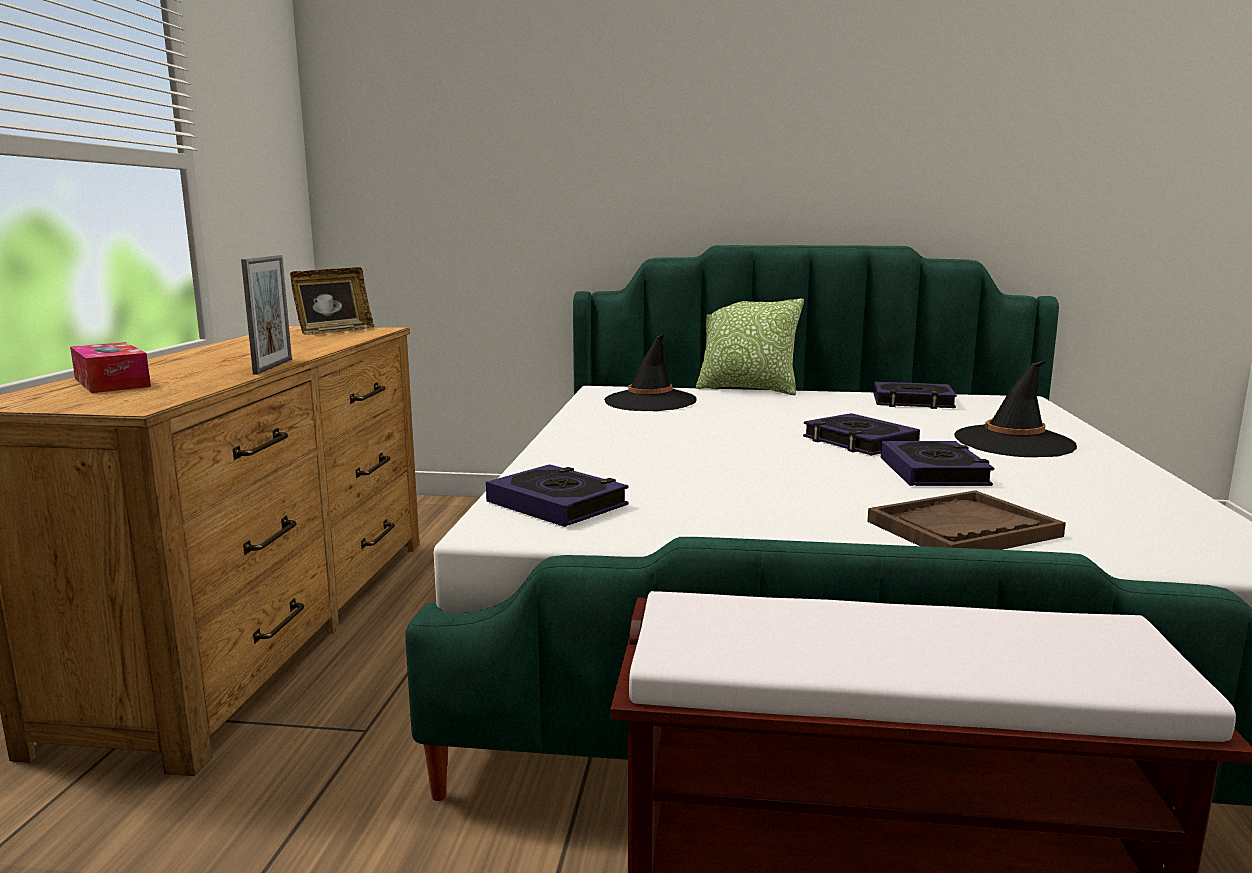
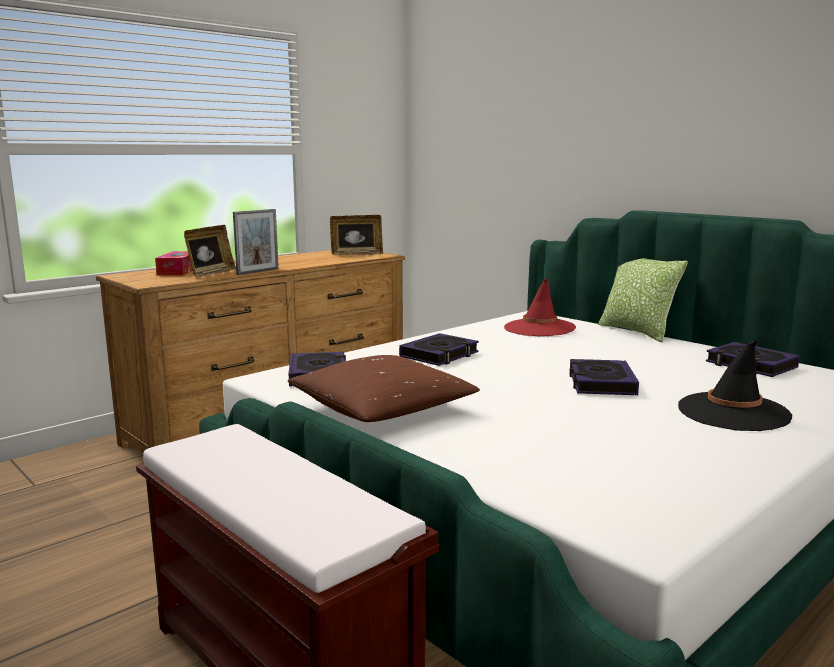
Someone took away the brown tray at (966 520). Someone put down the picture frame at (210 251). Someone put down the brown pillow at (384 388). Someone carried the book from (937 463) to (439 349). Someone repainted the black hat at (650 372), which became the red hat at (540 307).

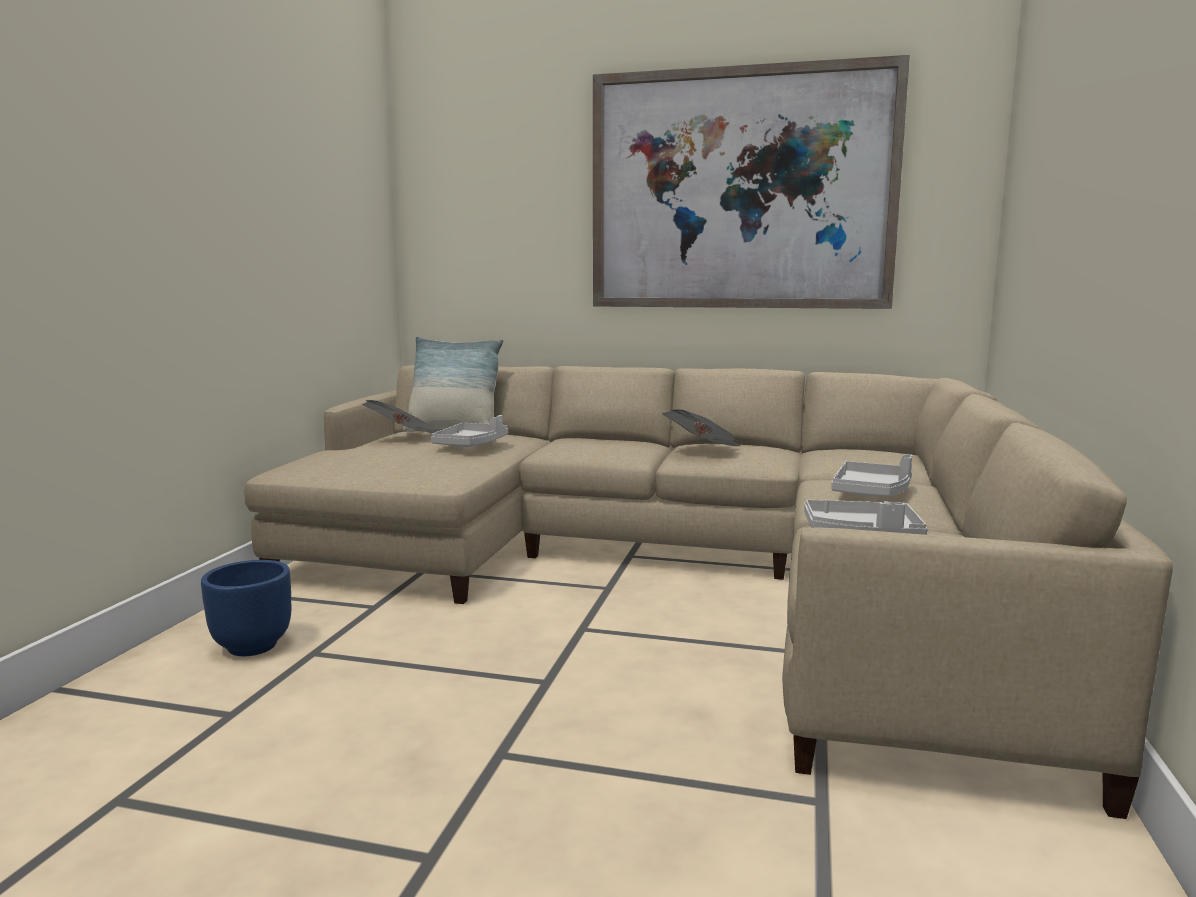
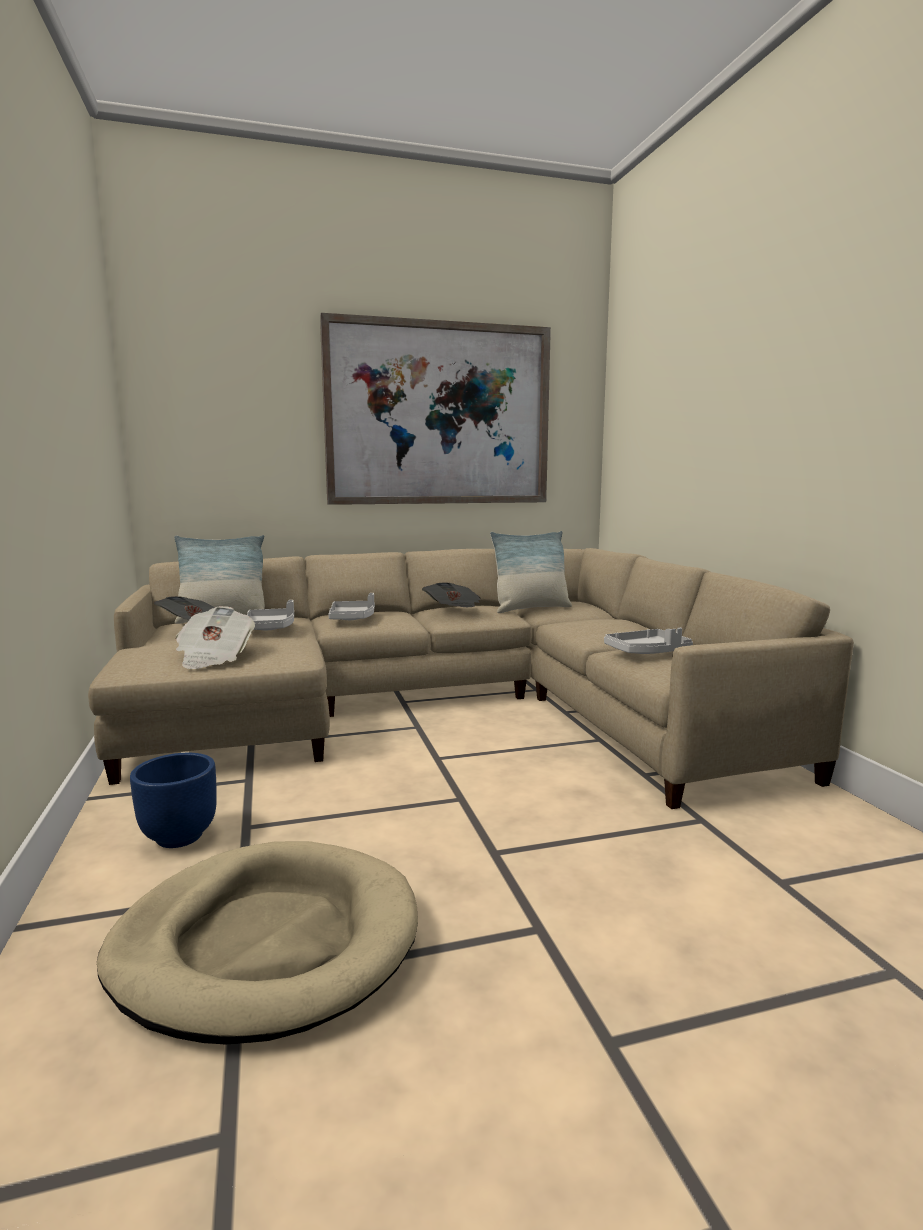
Someone put down the beige dog bed at (257 942). Someone put down the newspaper at (215 637). Someone put down the pillow at (531 572). Someone carried the grey tray from (871 475) to (351 606).

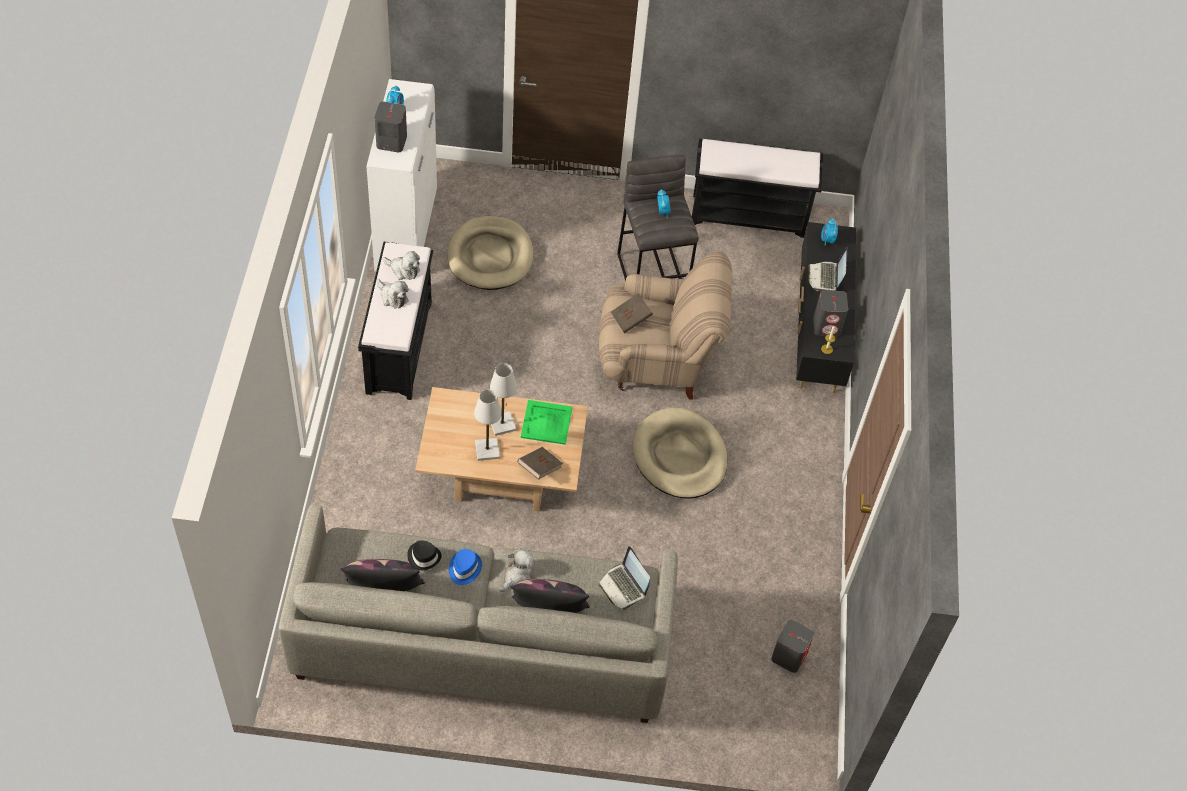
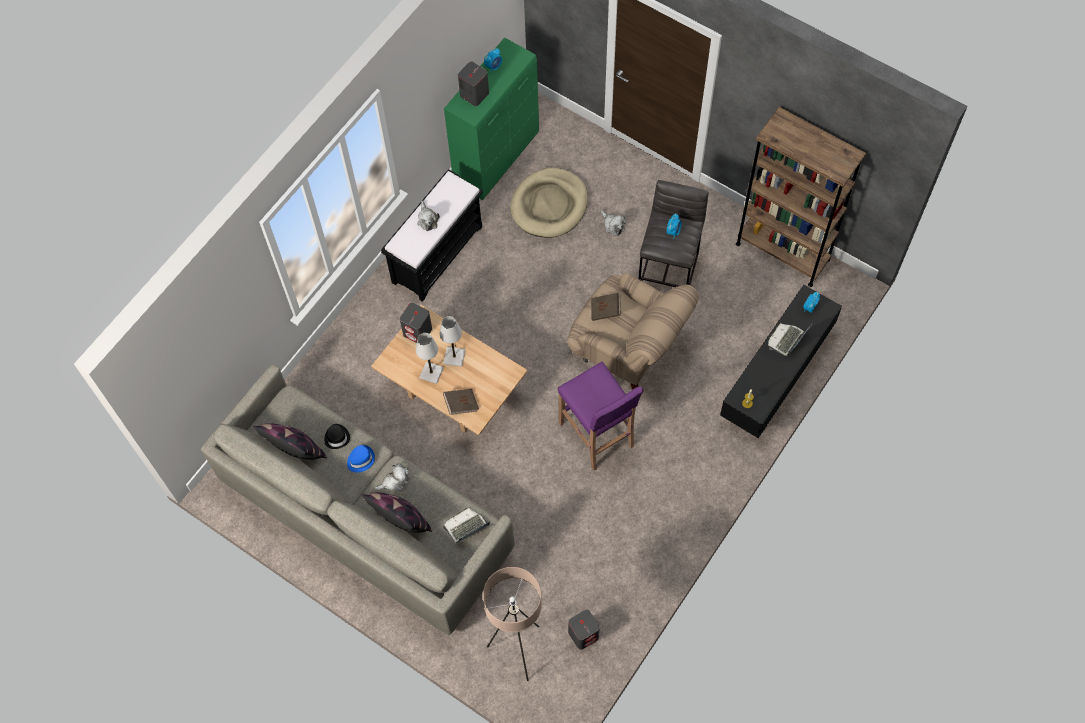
Someone took away the green tray at (546 422). Someone put down the beige floor lamp at (512 624). Someone carried the plush toy from (401 265) to (613 223). Someone carried the grey speaker from (830 313) to (416 323). Someone swapped the beige dog bed at (679 453) for the purple stool at (601 416). Someone swapped the black bench at (757 188) for the brown bookcase at (801 197). Someone repainted the white cabinet at (401 175), which became the green cabinet at (491 118). Someone rotated the laptop at (624 578) by 60 degrees clockwise.

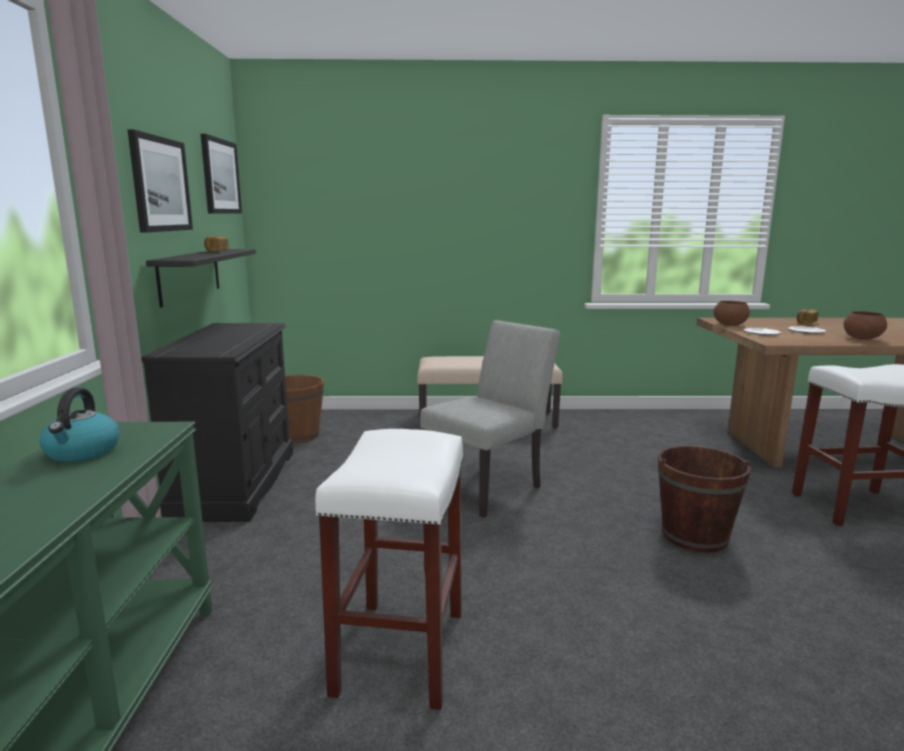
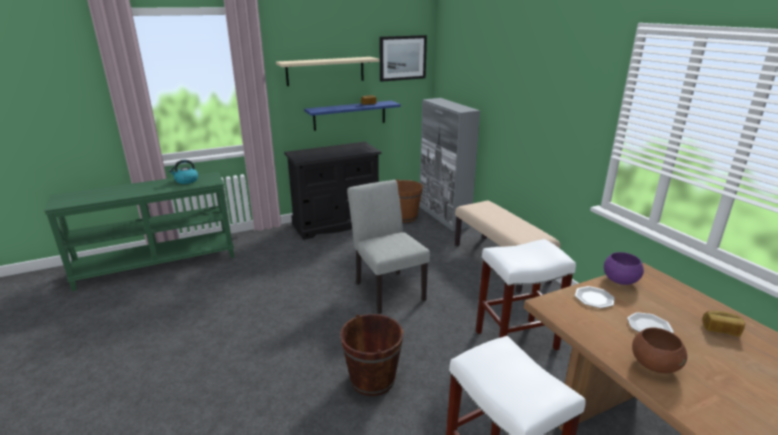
Someone put down the grey cabinet at (449 164). Someone carried the white stool from (389 569) to (526 294). Someone swapped the picture at (160 181) for the beige shelf at (328 71). Someone repainted the black shelf at (201 278), which became the blue shelf at (352 116). Someone repainted the brown bowl at (731 313), which became the purple bowl at (624 268). Someone rotated the grey chair at (490 419) by 135 degrees counterclockwise.

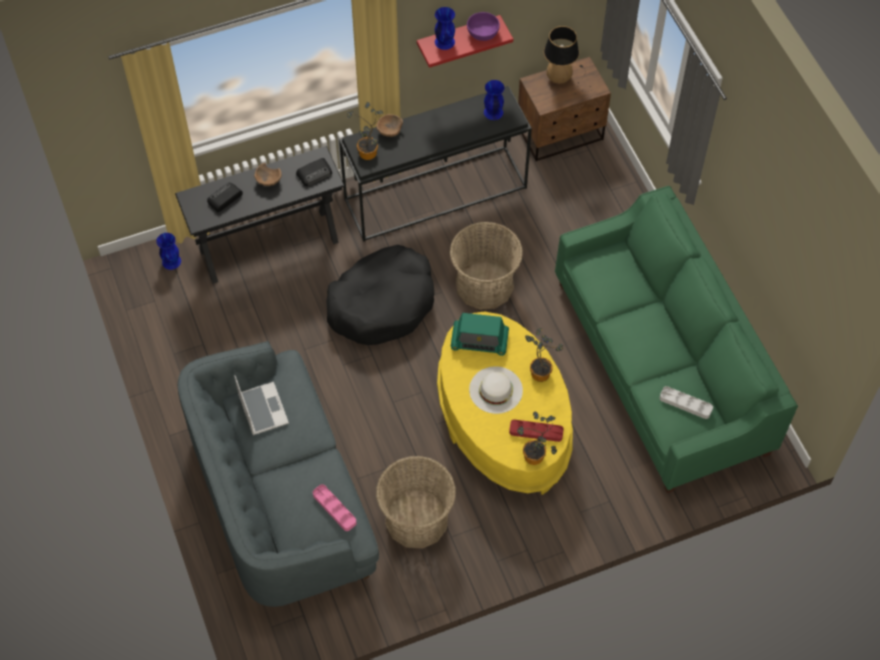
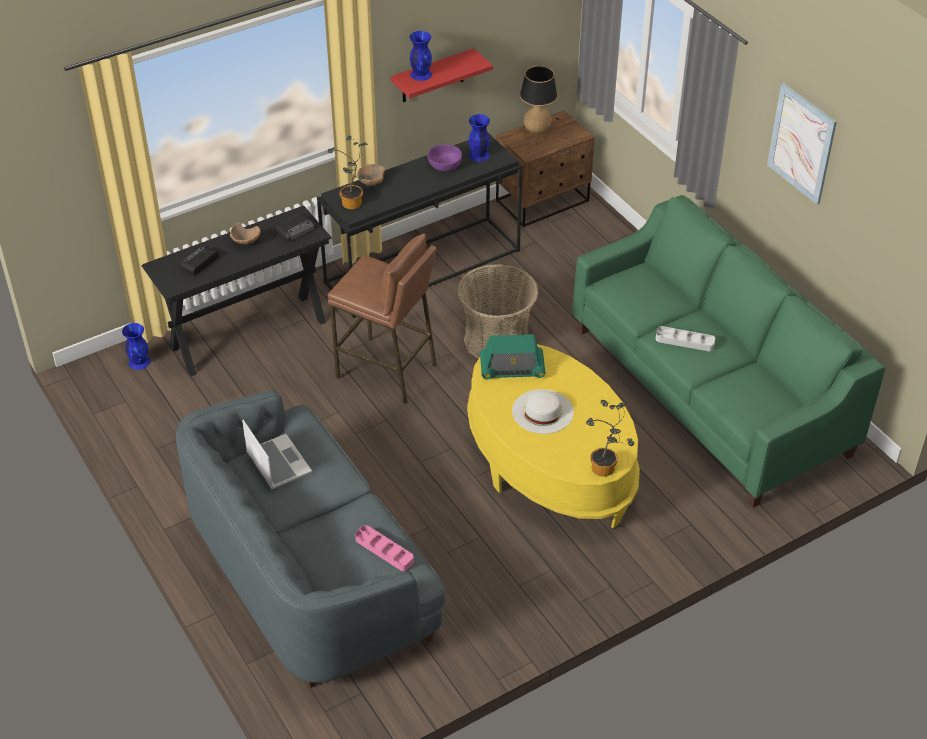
Someone took away the basket at (416 502). Someone took away the red tray at (536 430). Someone took away the potted plant at (544 355). Someone put up the picture at (802 144). Someone carried the purple bowl from (483 26) to (444 157). Someone carried the grey tray from (686 402) to (685 338). Someone swapped the black dog bed at (380 295) for the brown stool at (382 319).

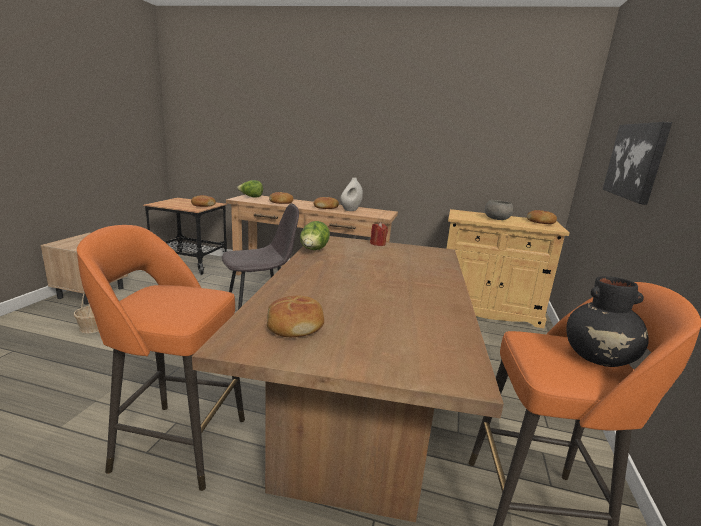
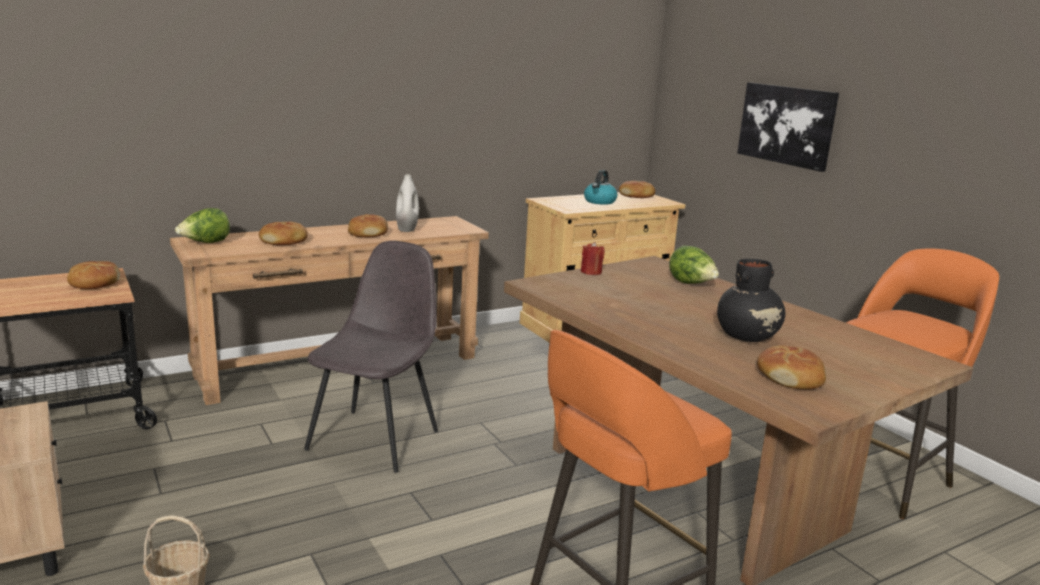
Someone carried the lettuce from (315 235) to (694 264). Someone carried the black vase from (608 321) to (751 300). Someone swapped the grey bowl at (499 210) for the kettle at (600 187).

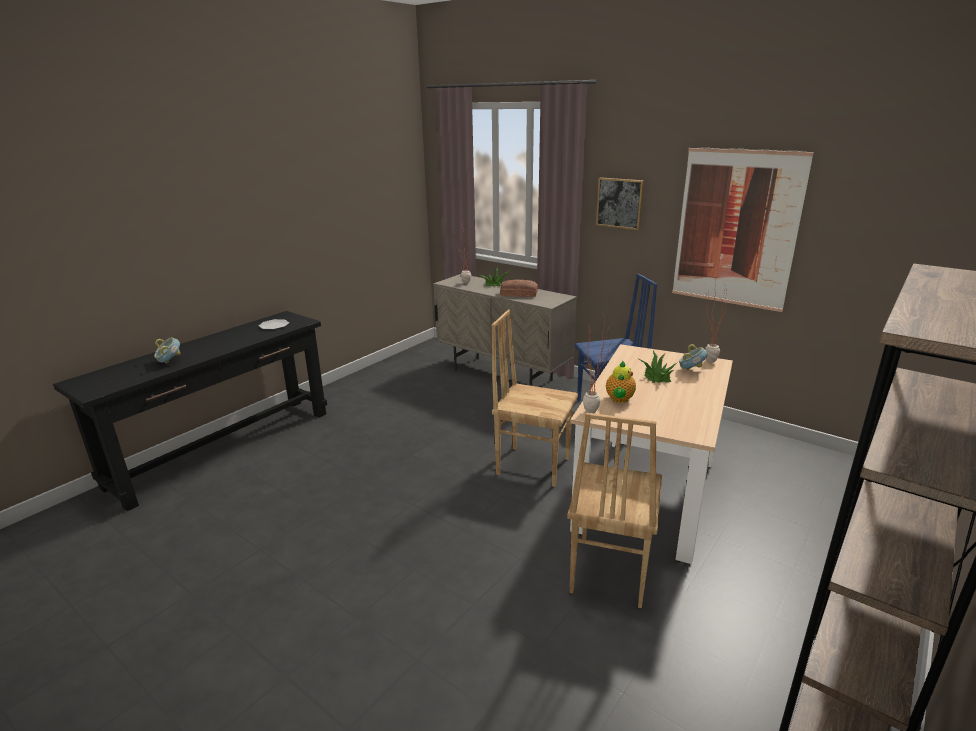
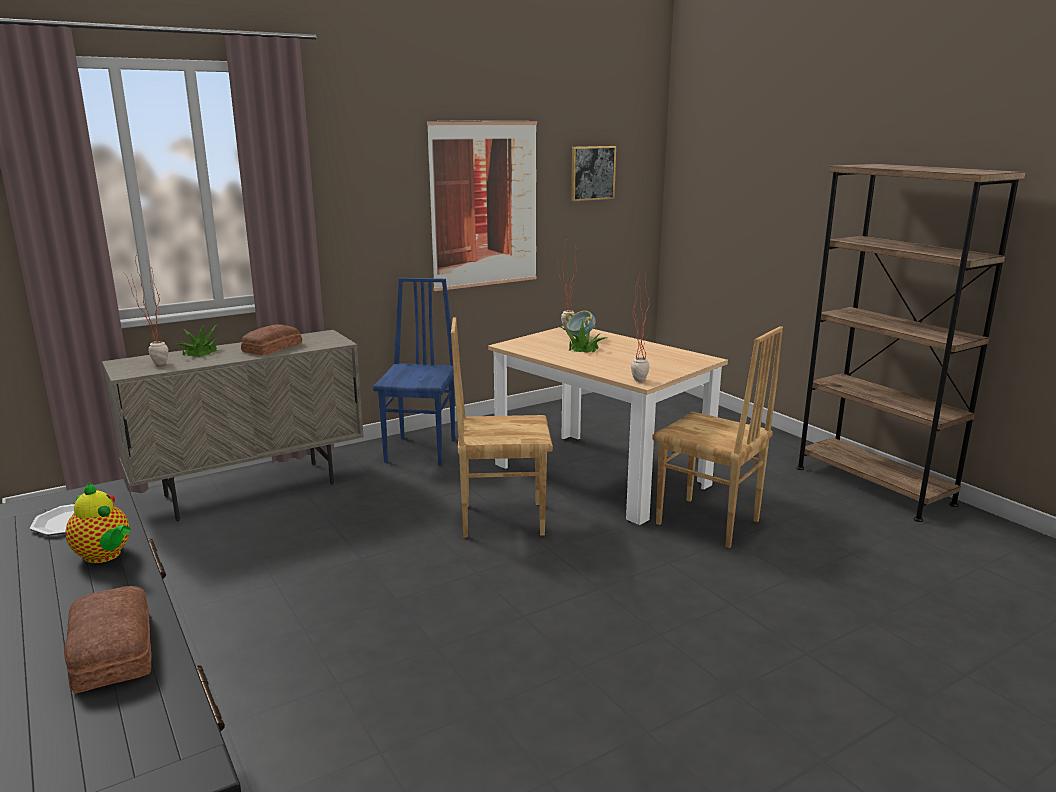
Someone carried the picture from (620 203) to (593 173). Someone carried the teapot from (621 382) to (98 522). Someone swapped the bowl at (167 350) for the bread at (108 640). Someone rotated the brown chair at (535 398) by 45 degrees clockwise.

